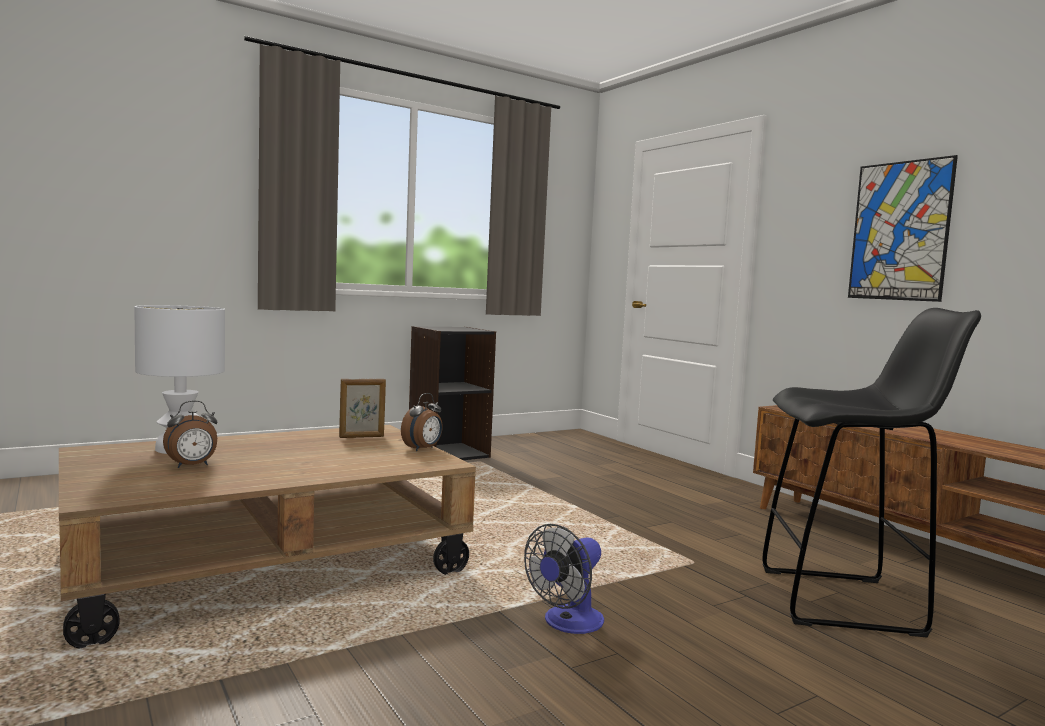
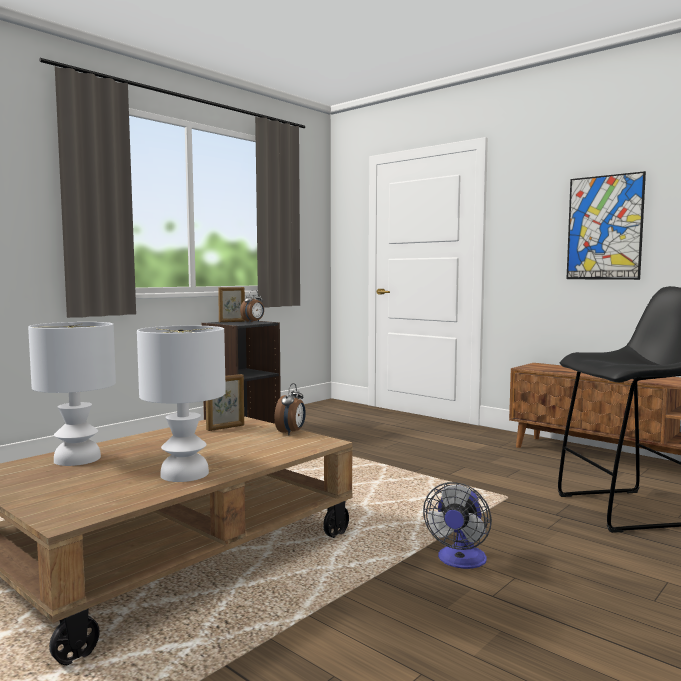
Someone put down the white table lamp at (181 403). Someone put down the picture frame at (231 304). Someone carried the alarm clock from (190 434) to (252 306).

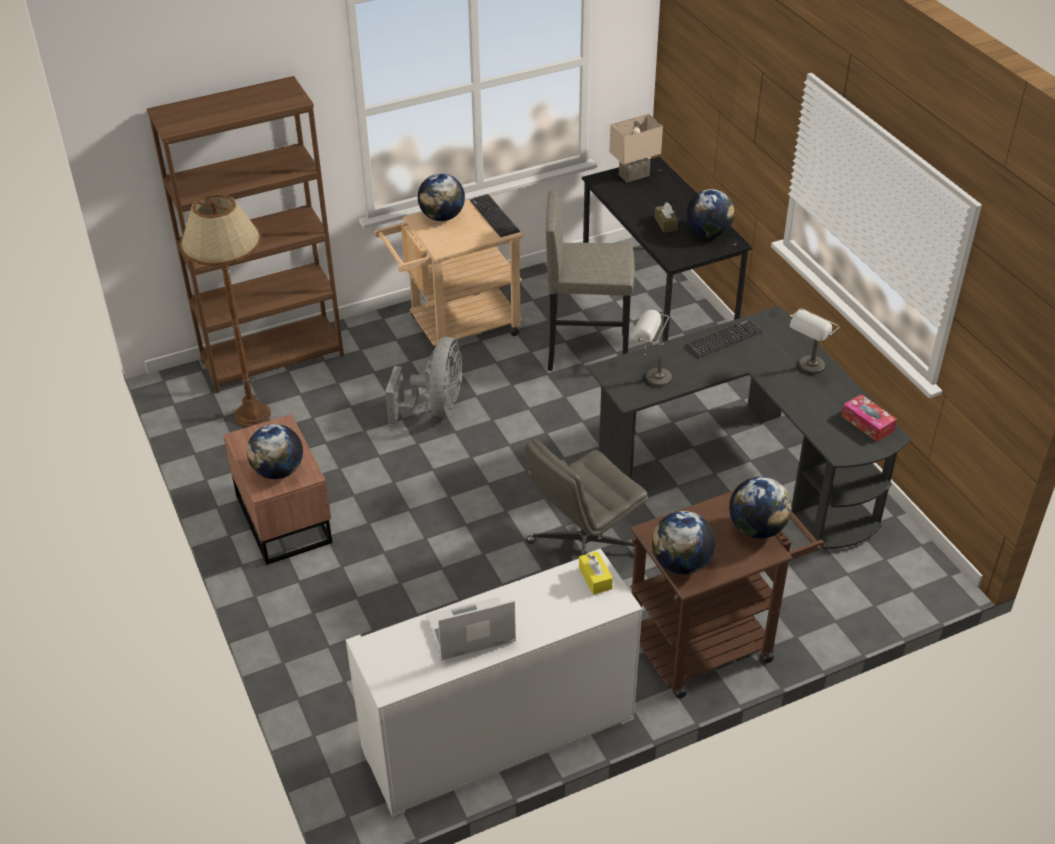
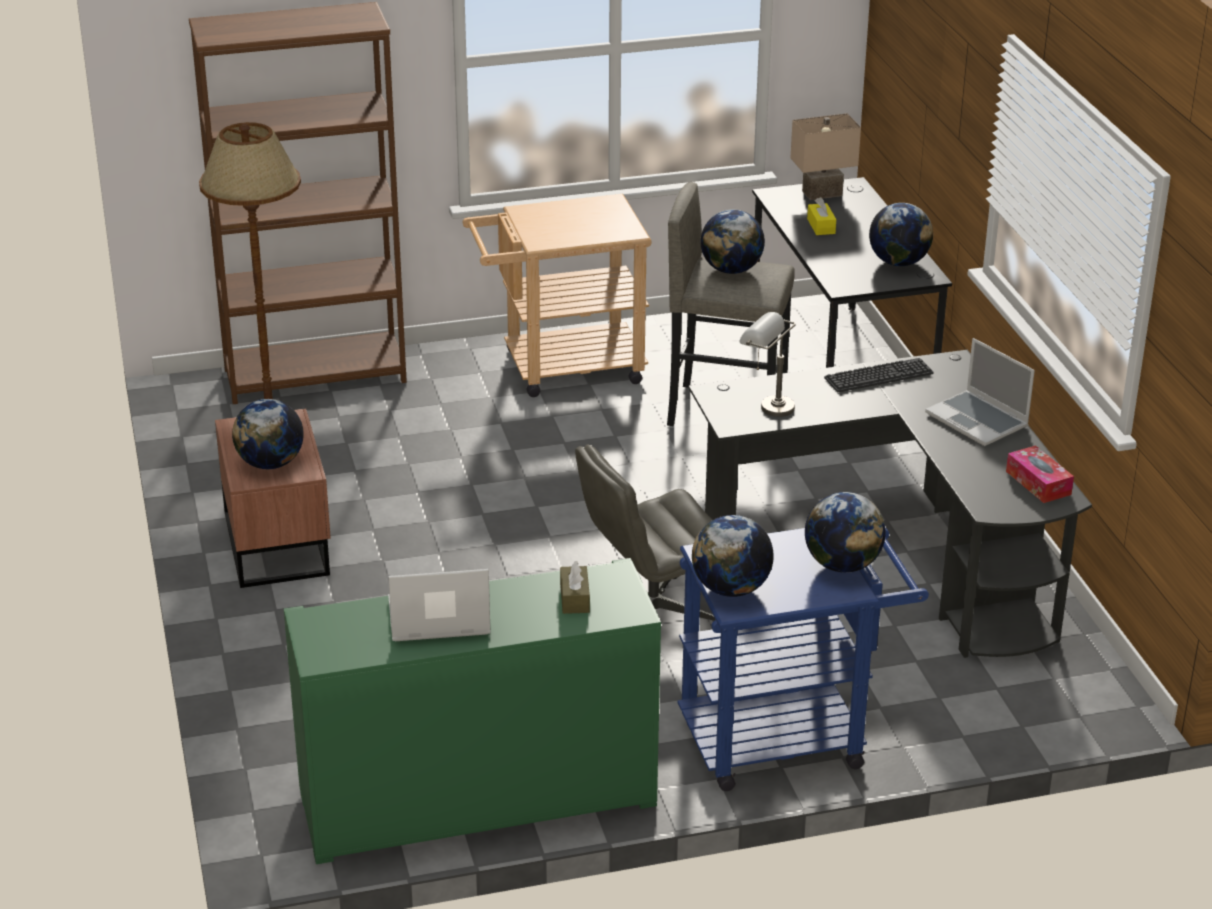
Someone took away the grey fan at (424 380). Someone took away the keyboard at (495 215). Someone carried the globe from (441 197) to (733 241). Someone carried the yellow tissue box from (596 573) to (821 216). Someone carried the brown tissue box from (666 217) to (575 587). Someone swapped the grey table lamp at (815 341) for the laptop at (980 392). Someone repainted the white cabinet at (494 683), which became the green cabinet at (472 711). Someone repainted the brown cart at (727 595), which became the blue cart at (803 659).

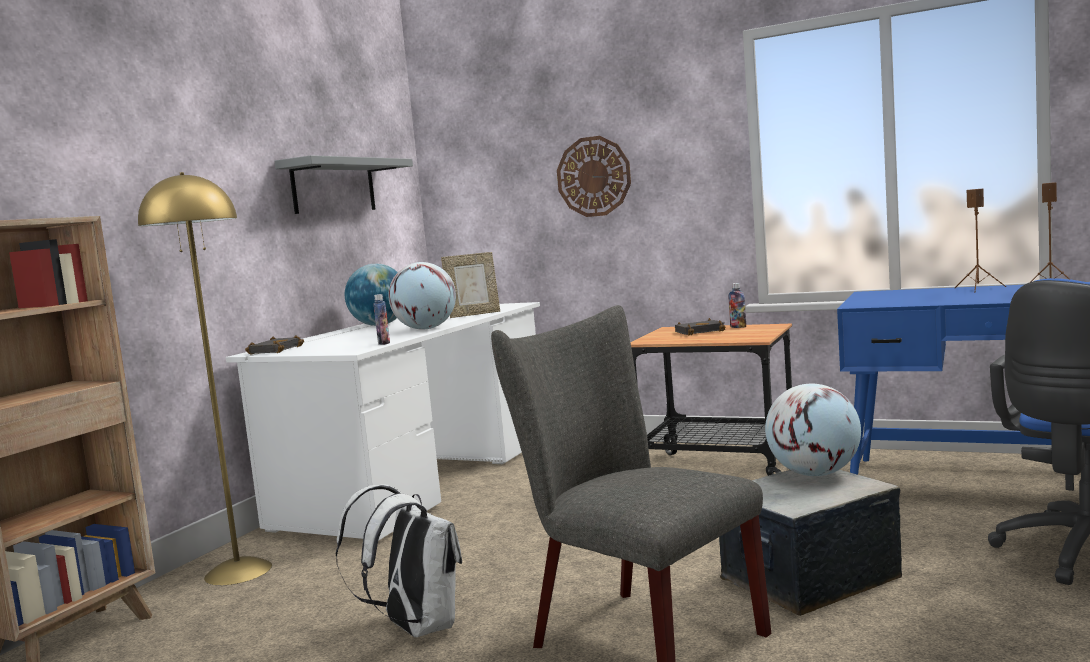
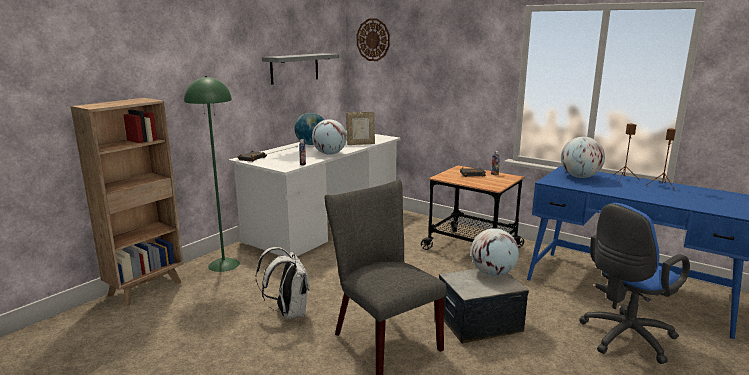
Someone put down the globe at (583 157). Someone carried the wall clock from (594 176) to (373 40). Someone repainted the yellow floor lamp at (205 378), which became the green floor lamp at (212 174).

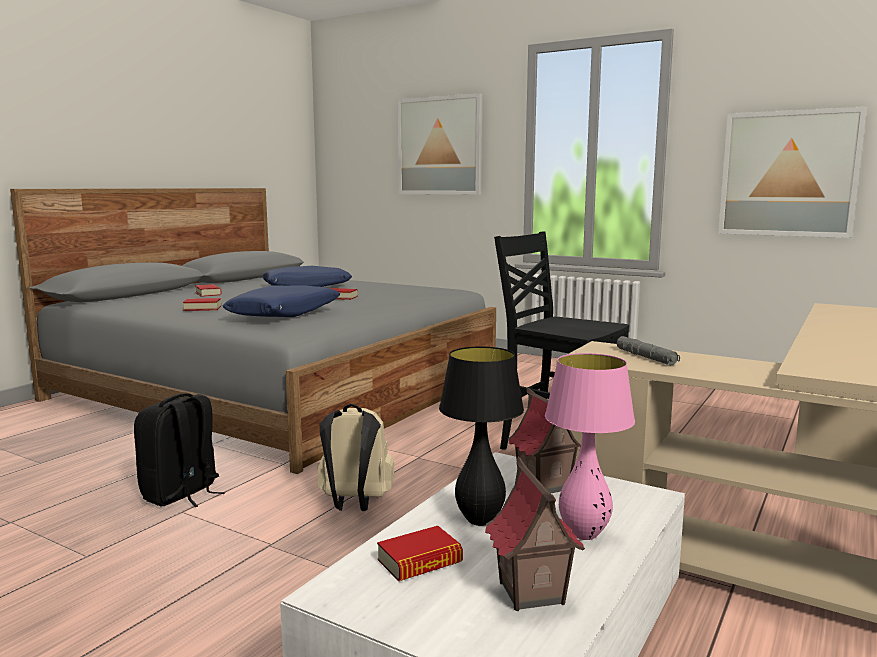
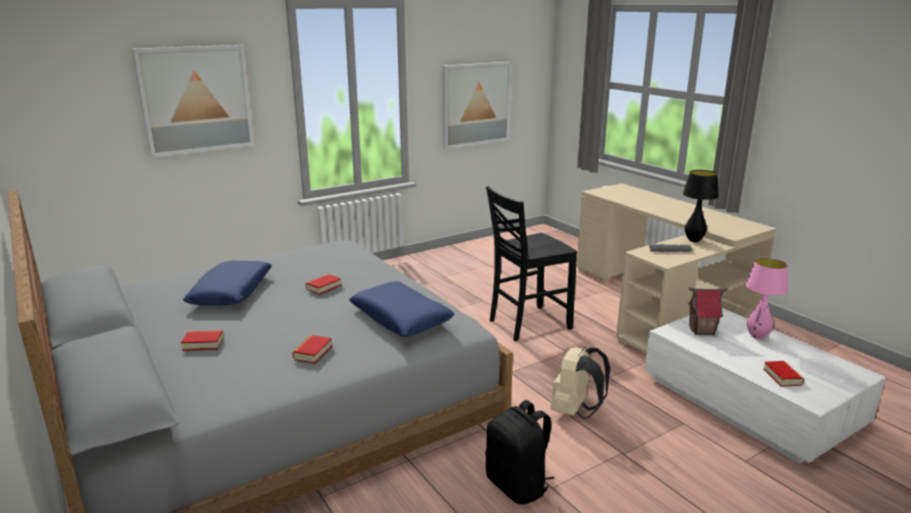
Someone took away the toy house at (535 534). Someone carried the black table lamp from (481 436) to (701 206).

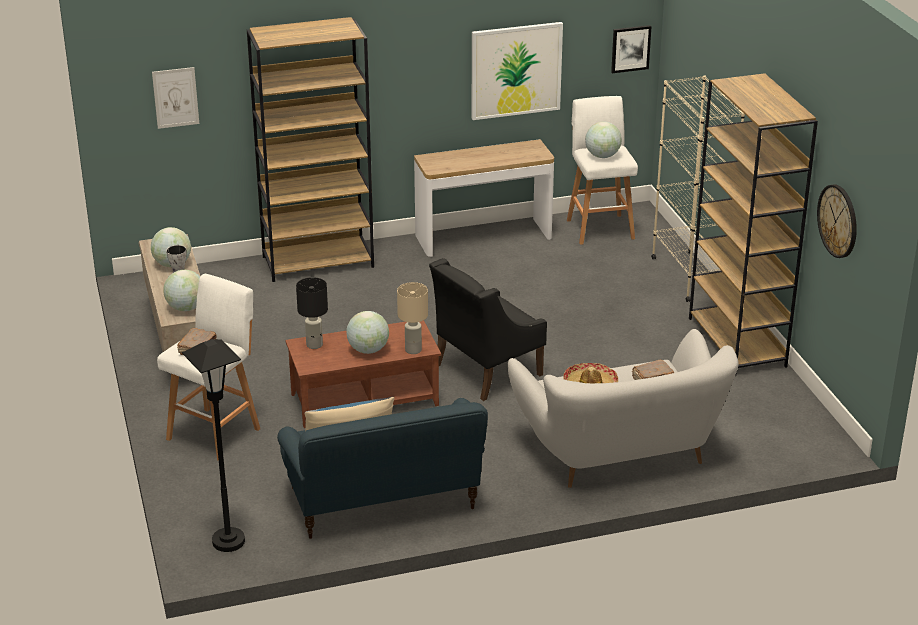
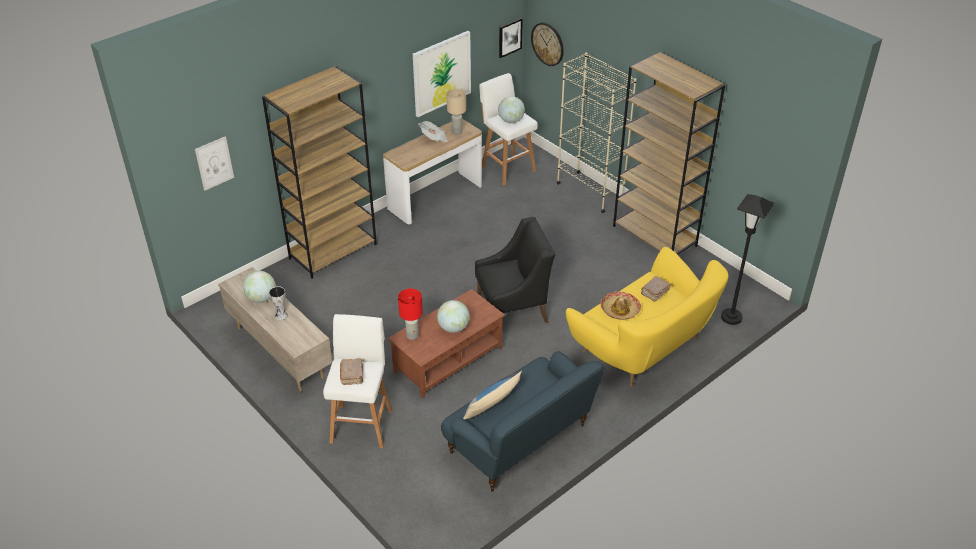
Someone took away the globe at (182 290). Someone put down the newspaper at (433 131). Someone carried the black floor lamp from (213 445) to (747 259). Someone carried the beige table lamp from (412 318) to (456 112). Someone carried the wall clock from (837 221) to (547 44). Someone repainted the black table lamp at (312 313), which became the red table lamp at (410 314). Someone repainted the white sofa at (623 408), which became the yellow sofa at (647 317). Someone rotated the black armchair at (488 329) by 135 degrees counterclockwise.

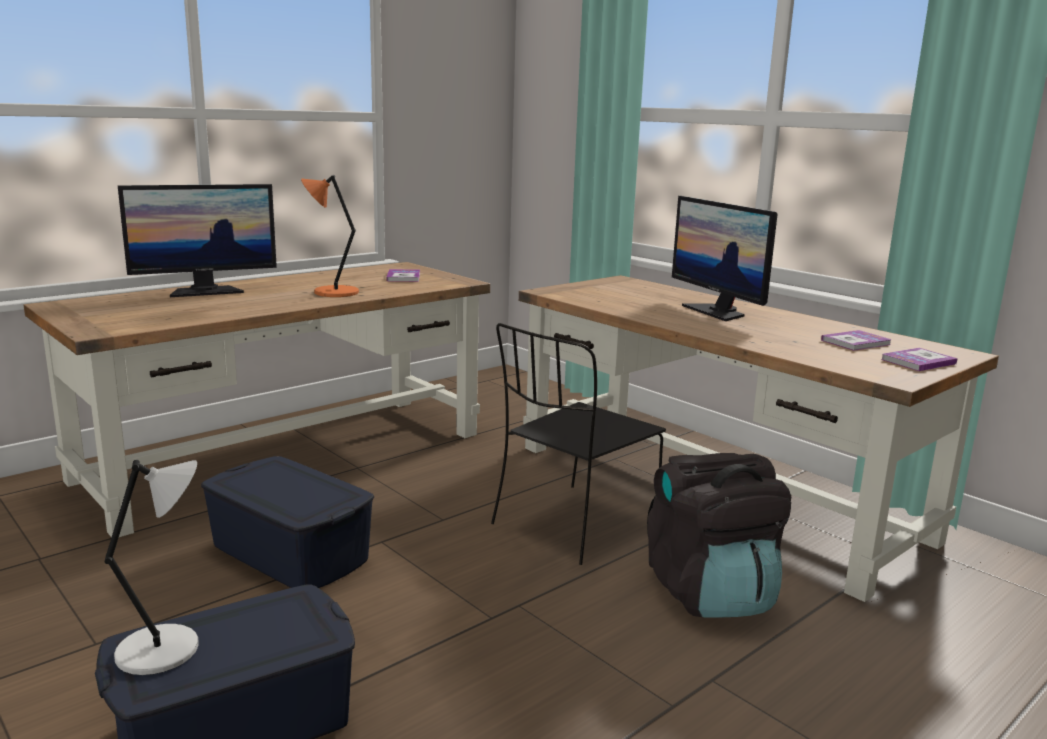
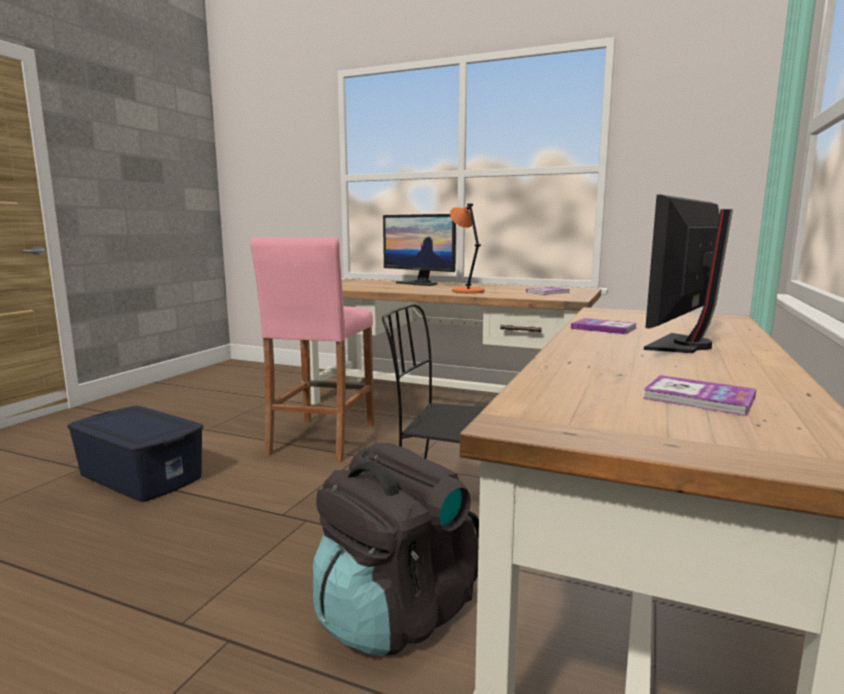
Someone took away the grey table lamp at (151 567). Someone carried the book from (919 359) to (604 326). Someone swapped the blue storage box at (287 522) for the pink stool at (312 349).

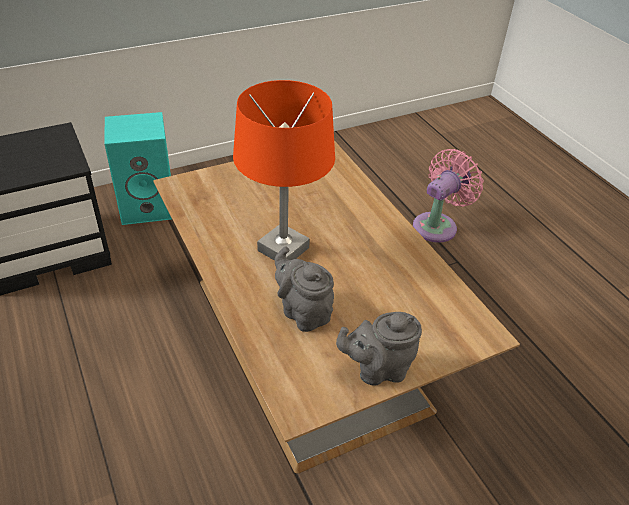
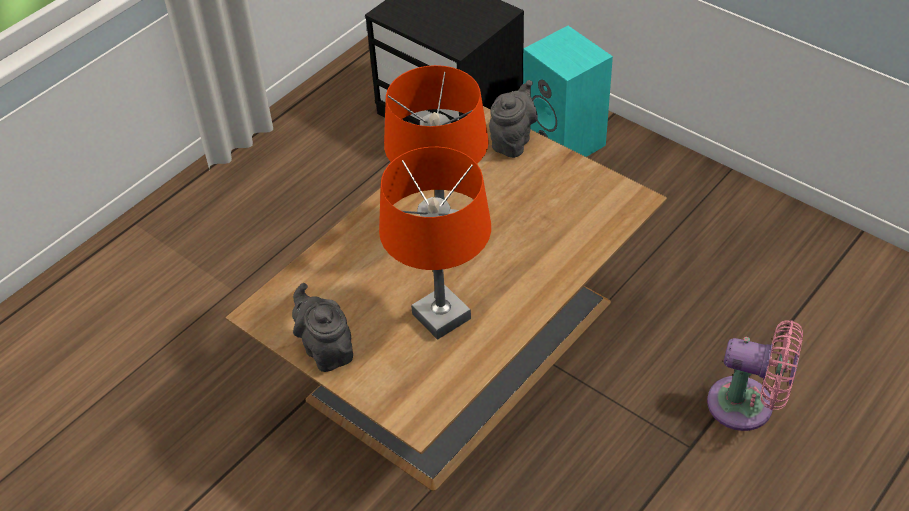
Someone put down the orange table lamp at (435 243). Someone carried the grey teapot from (304 289) to (513 119).

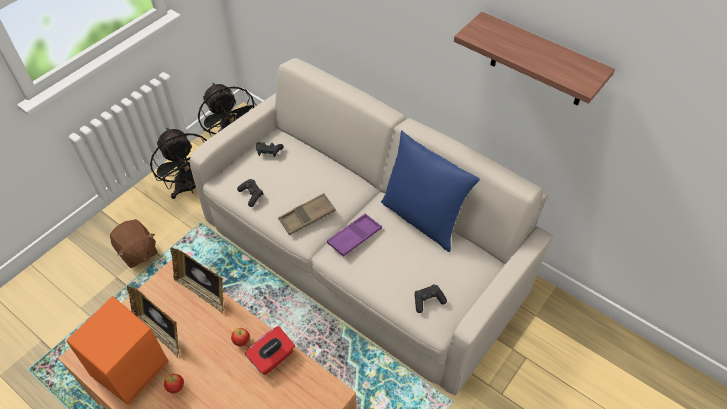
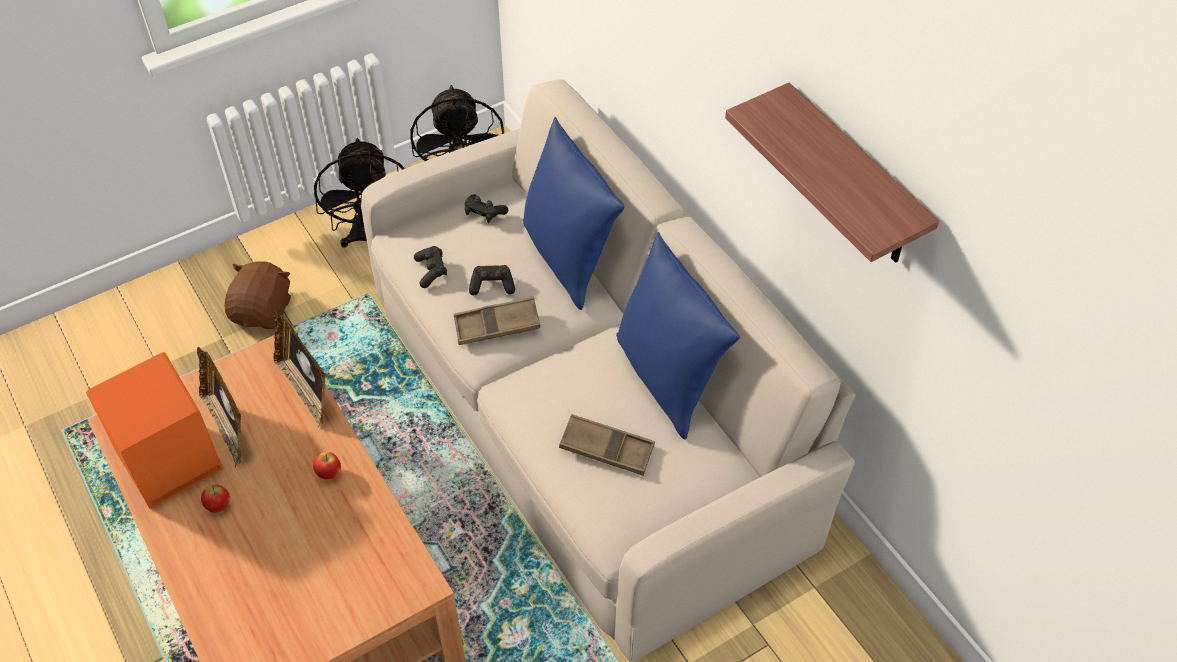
Someone took away the red tissue box at (270 350). Someone took away the purple tray at (354 235). Someone put down the blue pillow at (574 213). Someone put down the brown tray at (607 445). Someone carried the black game controller from (431 298) to (492 280). Someone rotated the brown plush toy at (133 243) by 150 degrees counterclockwise.

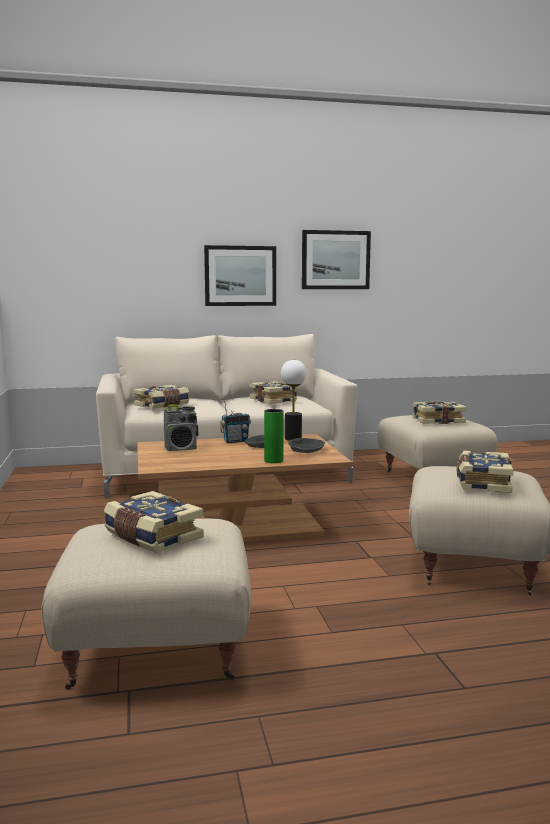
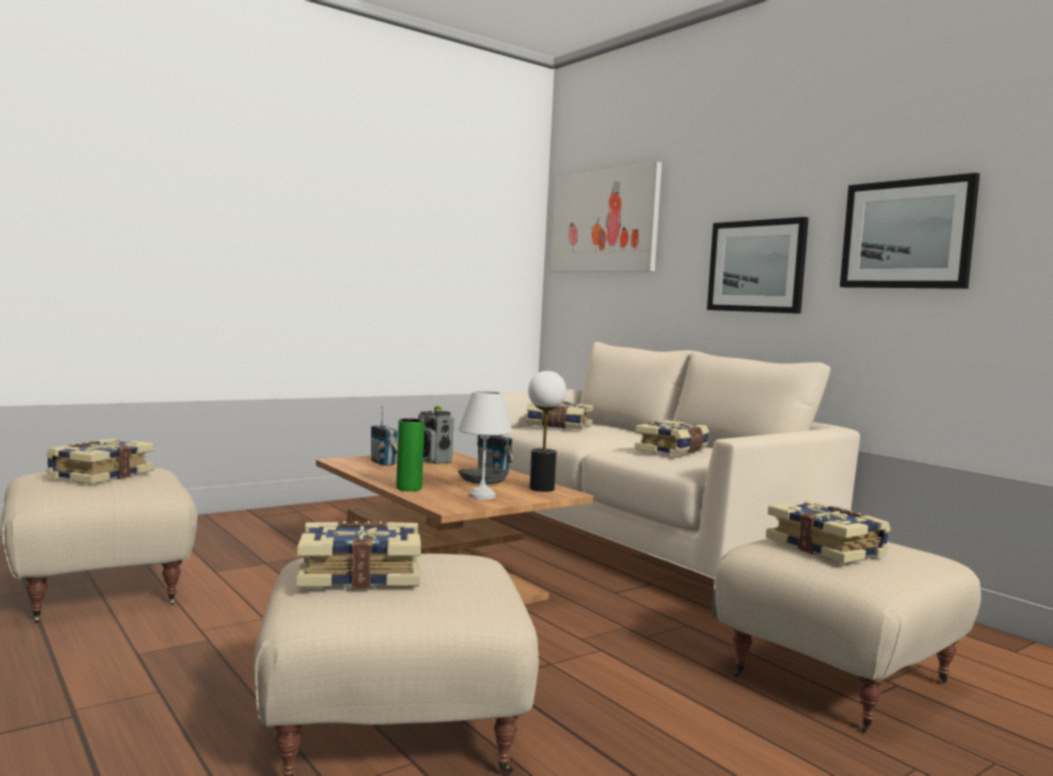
Someone put down the radio at (384 436). Someone put up the picture at (606 217). Someone swapped the grey bowl at (306 445) for the white table lamp at (485 445).

